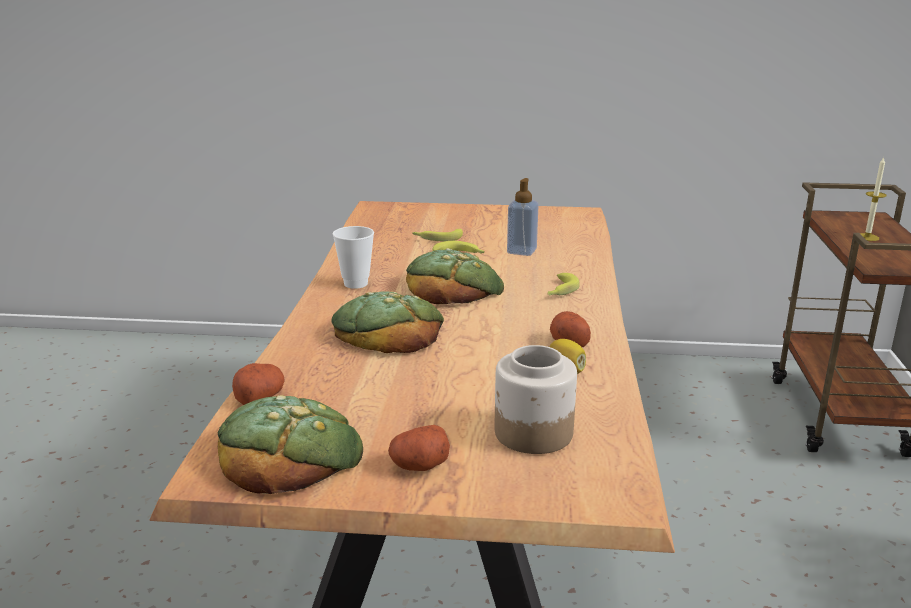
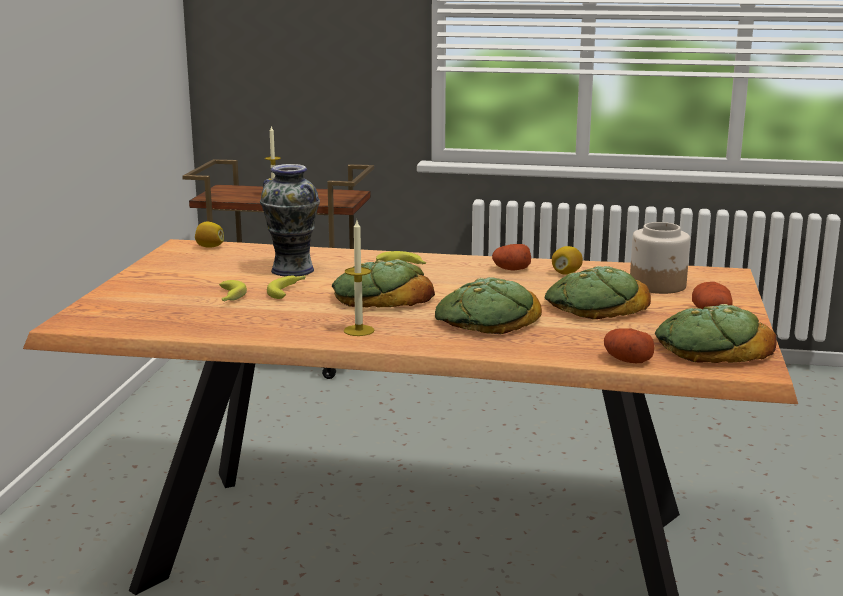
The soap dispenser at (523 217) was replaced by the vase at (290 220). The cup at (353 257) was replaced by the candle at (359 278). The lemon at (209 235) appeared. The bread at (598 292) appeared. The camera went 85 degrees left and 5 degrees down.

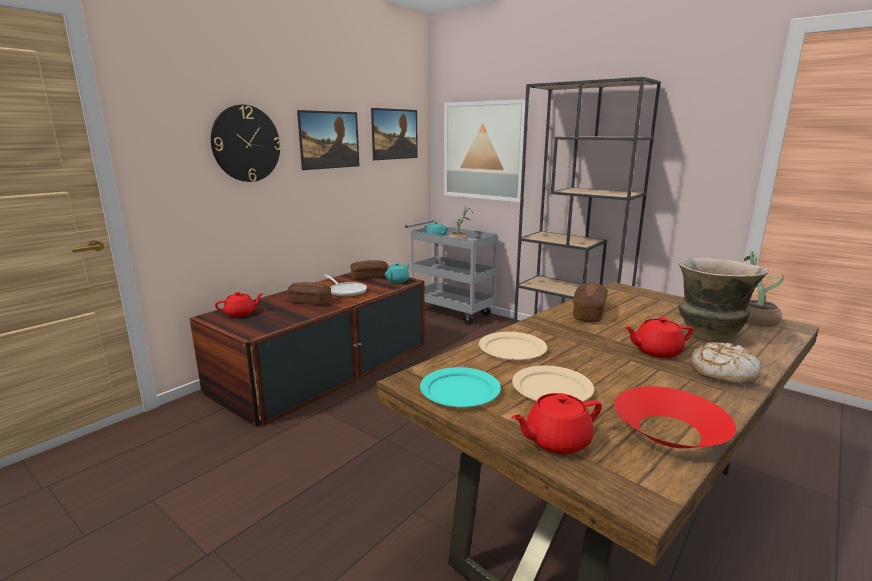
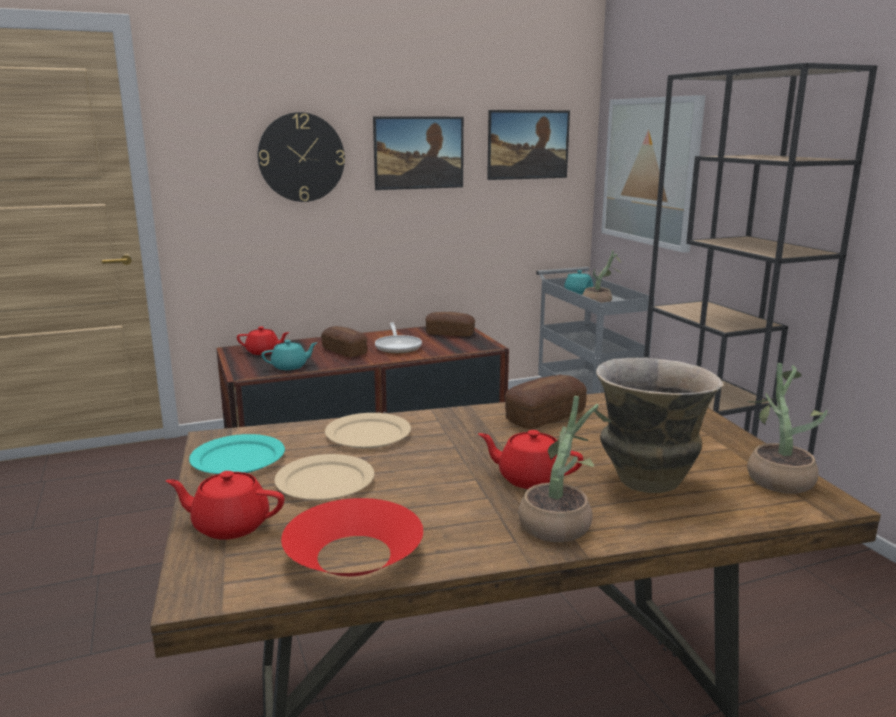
The turquoise teapot moved from (397 273) to (289 355). The bread at (725 363) was replaced by the potted plant at (564 469). The camera went 30 degrees right and 0 degrees up.

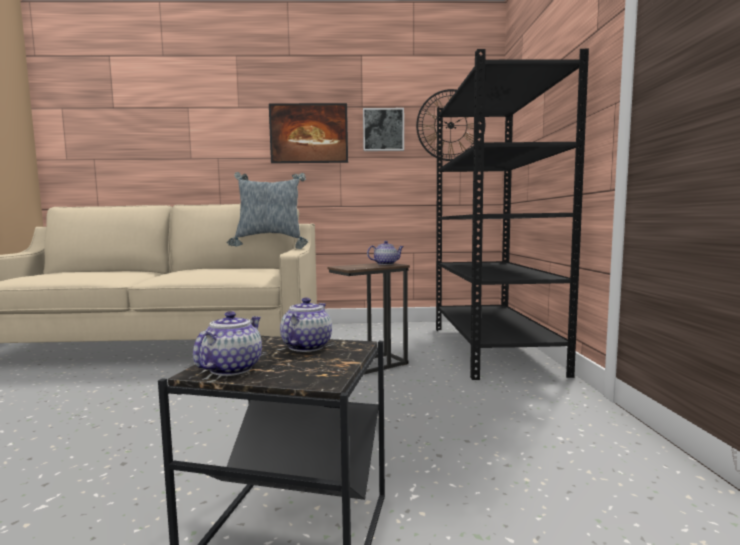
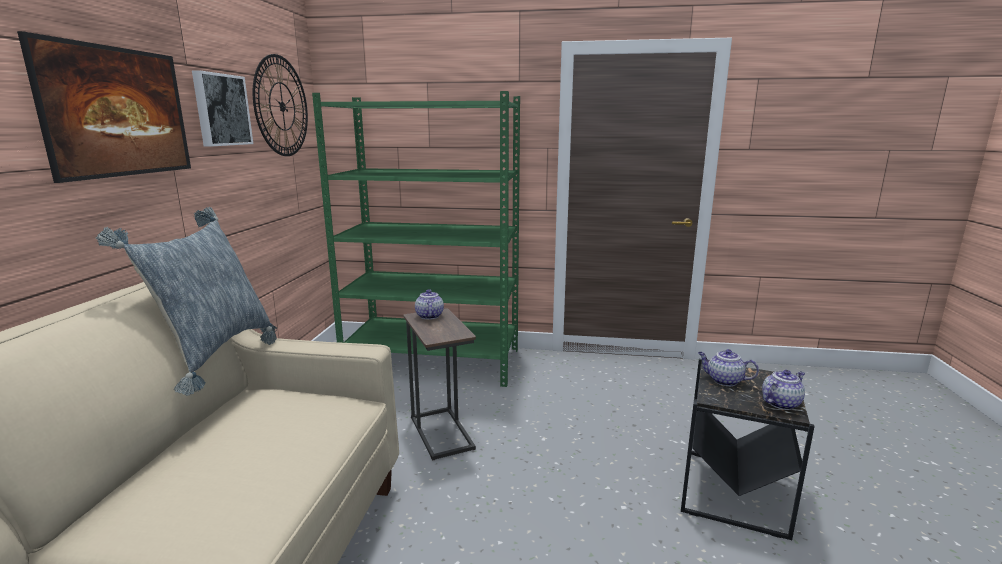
The black bookcase at (512 214) became the green bookcase at (416 239). The teapot at (227 343) turned 120 degrees clockwise. The camera went 80 degrees left and 10 degrees up.

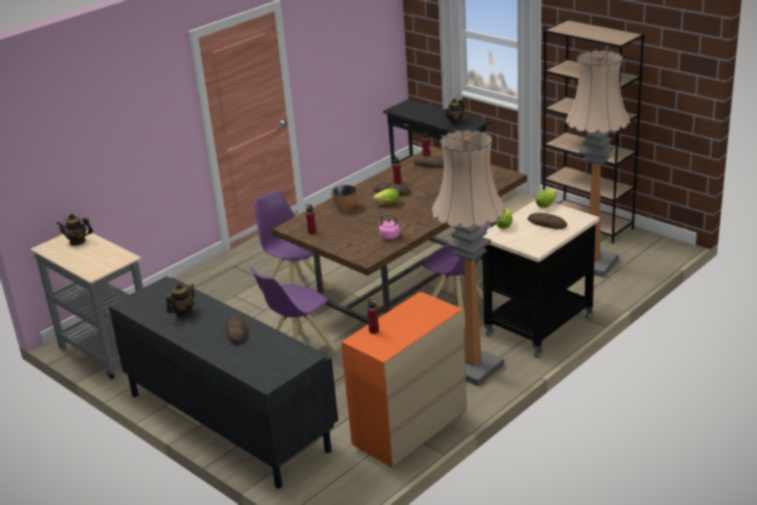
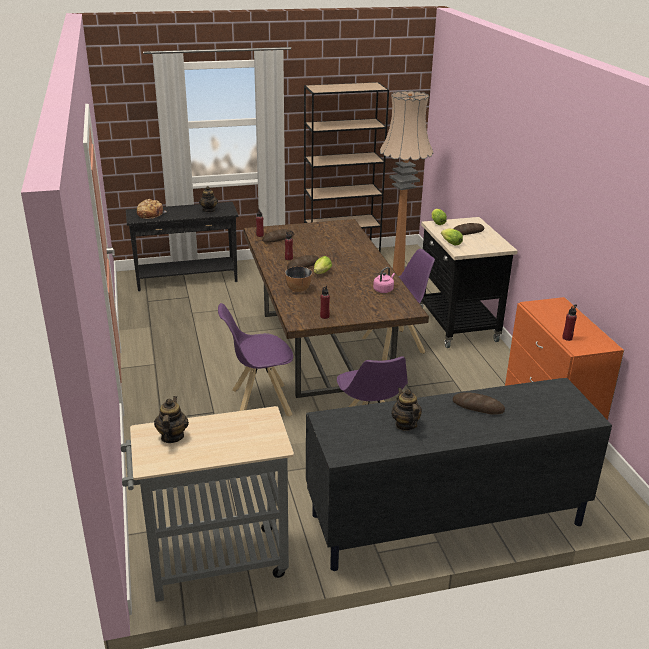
The floor lamp at (469 257) disappeared. The teapot at (74 229) turned 150 degrees clockwise. The bread at (152 209) appeared. The camera went 60 degrees left and 0 degrees up.

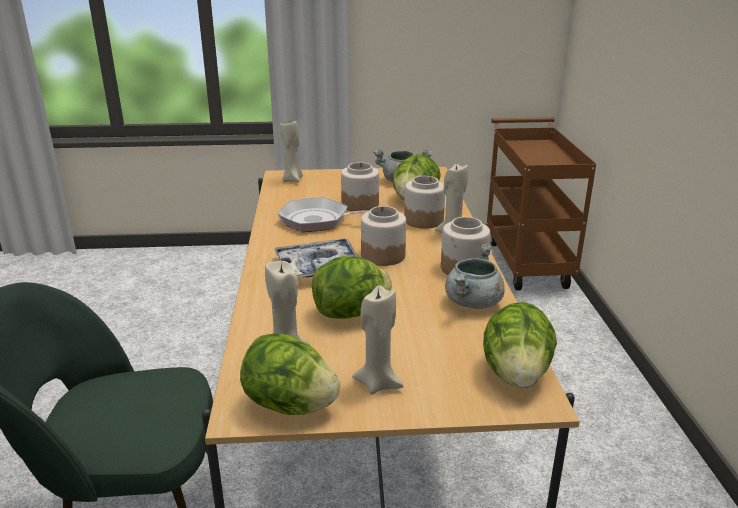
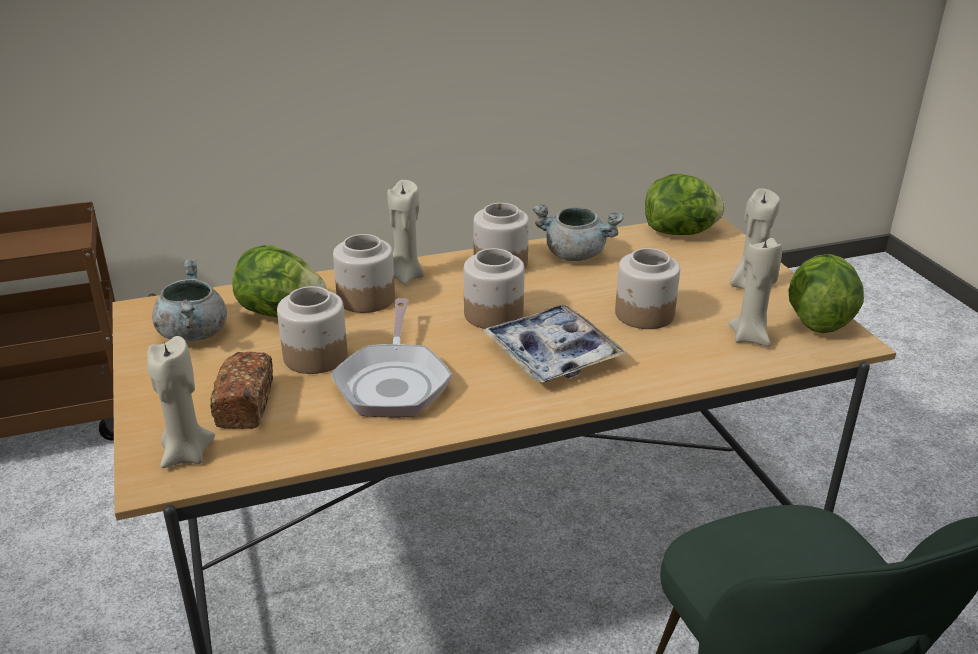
The lettuce at (352 287) was replaced by the jar at (647 288). The bread at (241 390) appeared. The camera went 105 degrees left and 5 degrees up.

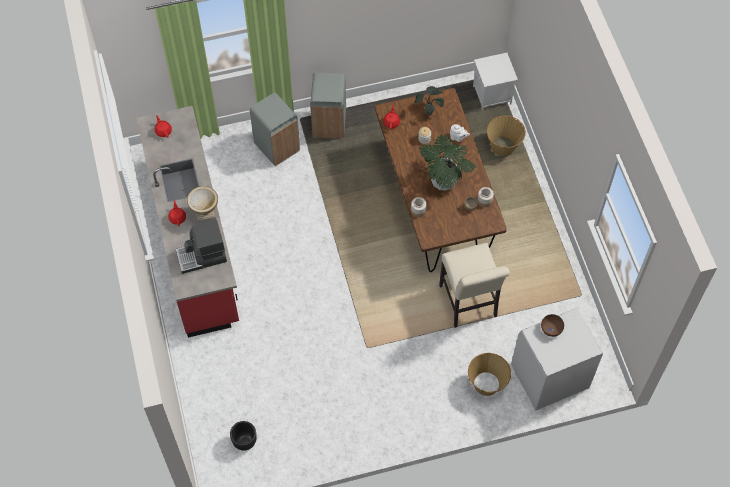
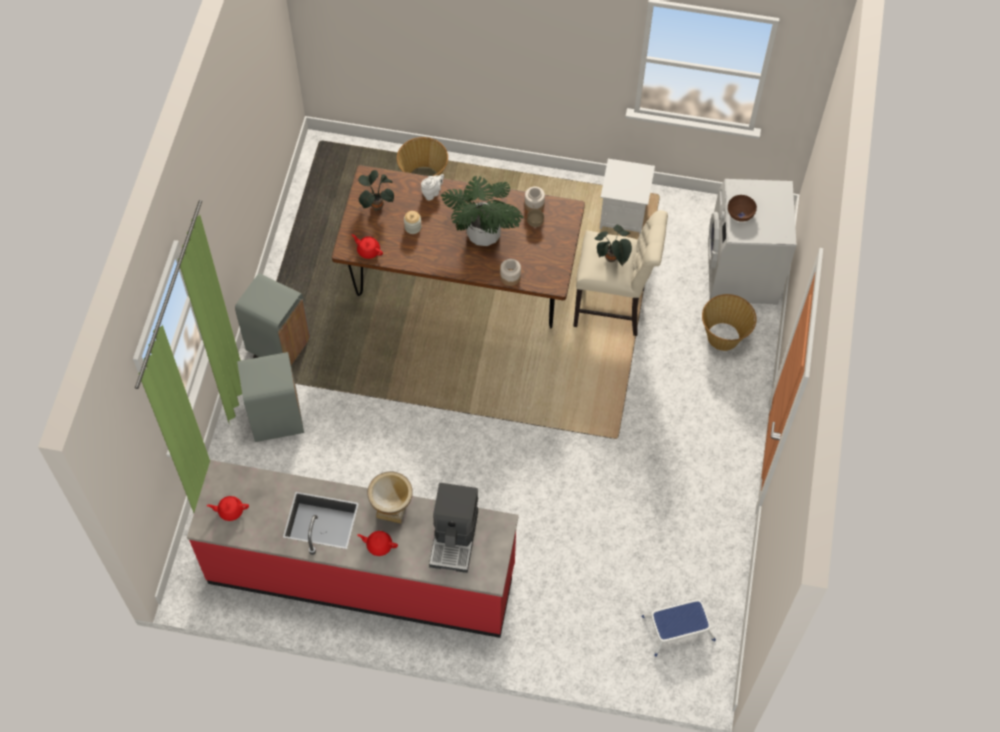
The grey nightstand moved from (495 81) to (627 197). The black planter at (243 436) was replaced by the blue step ladder at (679 628). The potted plant at (613 245) appeared. The camera went 65 degrees left and 0 degrees up.

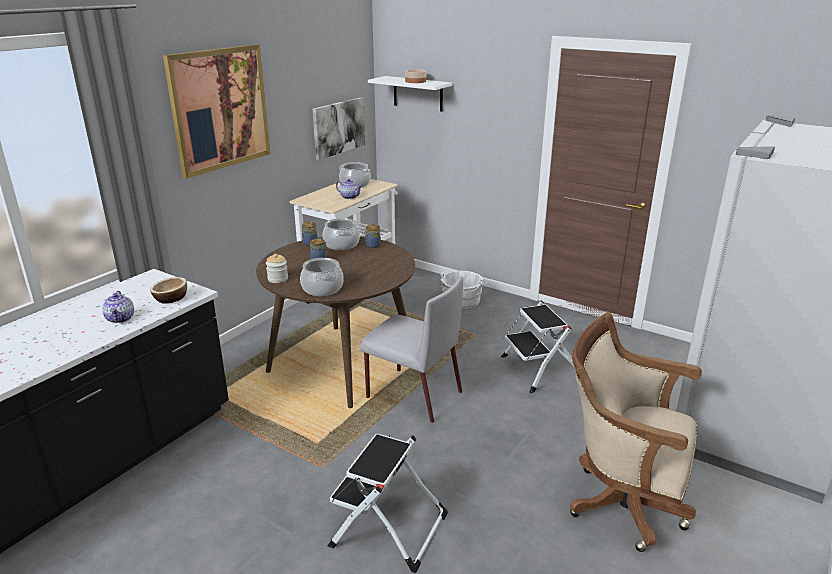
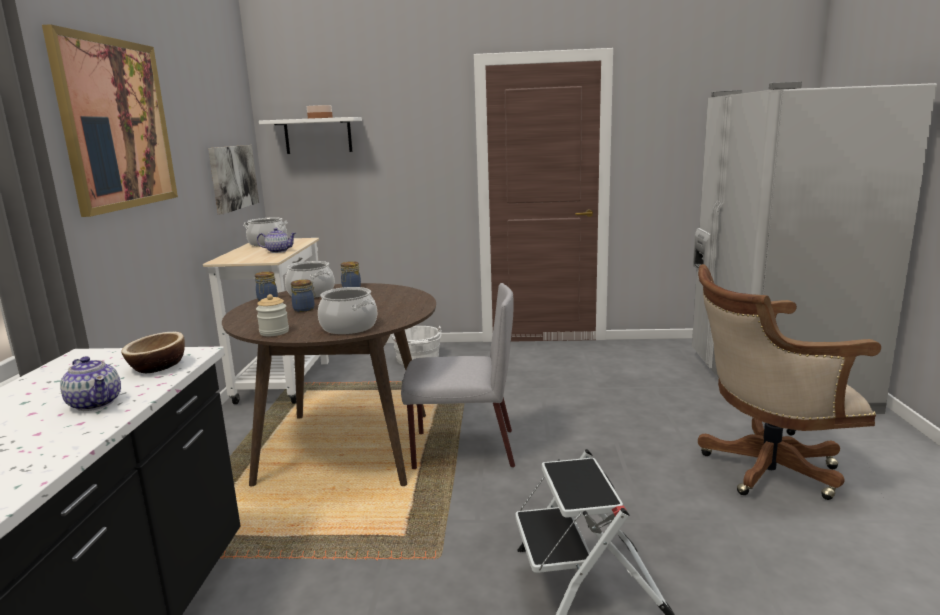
The step ladder at (538 346) disappeared. The camera went 30 degrees left and 10 degrees down.

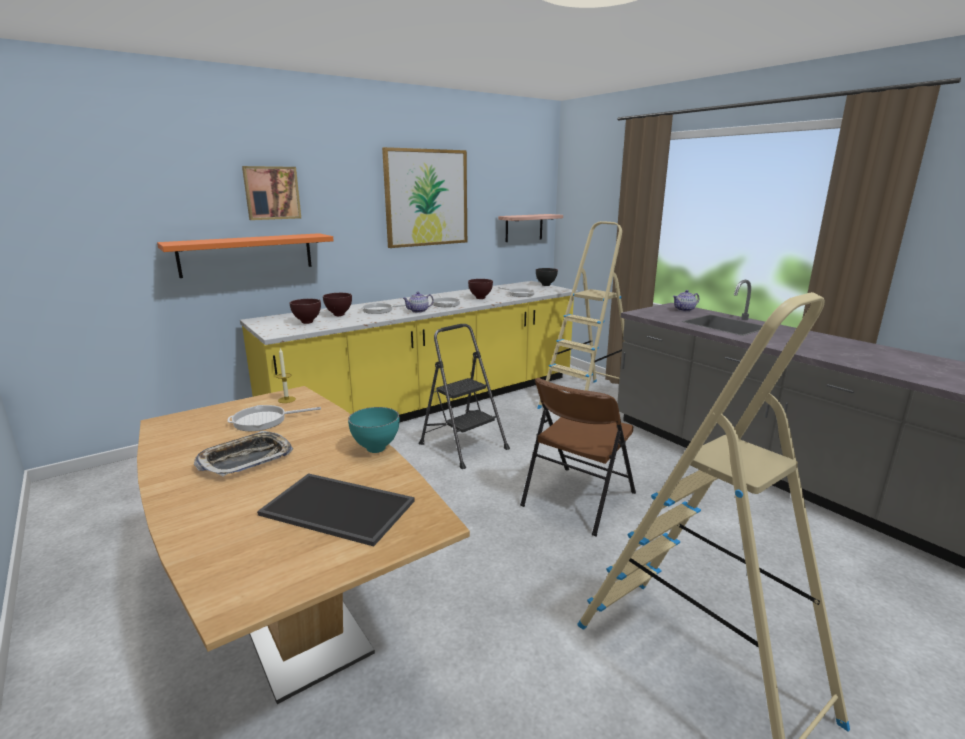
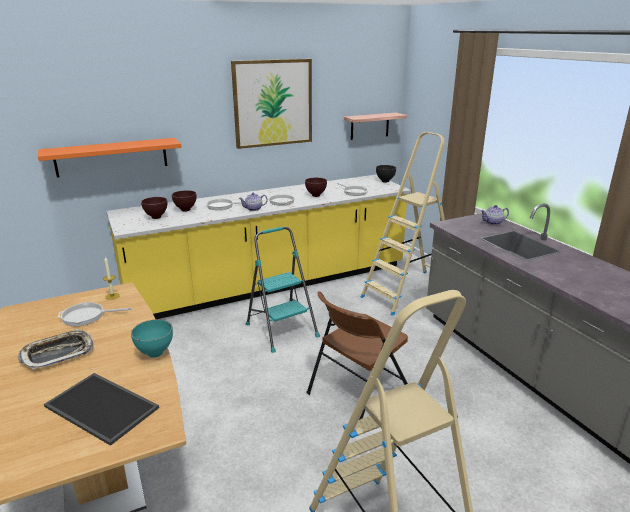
The picture at (271 193) disappeared. The black step ladder at (464 396) became the turquoise step ladder at (282 290). The camera went 10 degrees right and 5 degrees up.

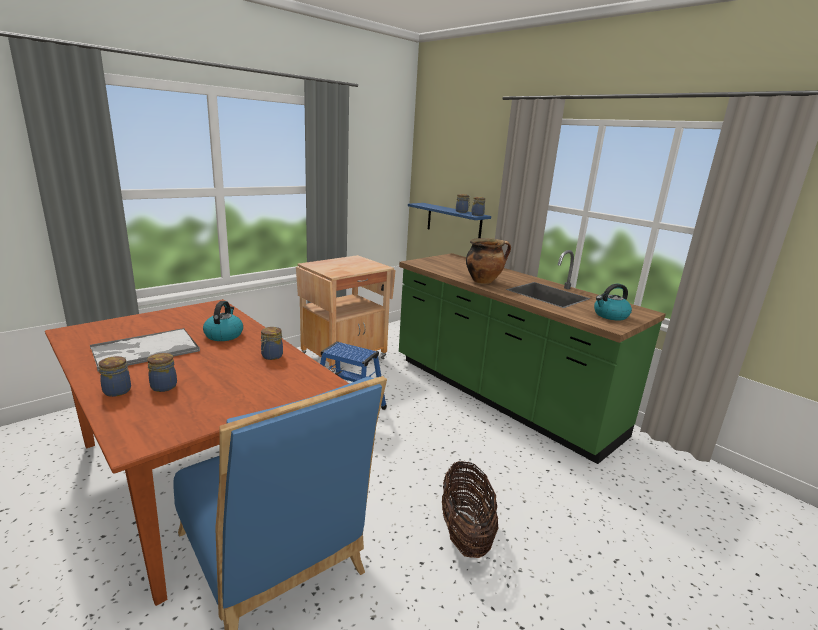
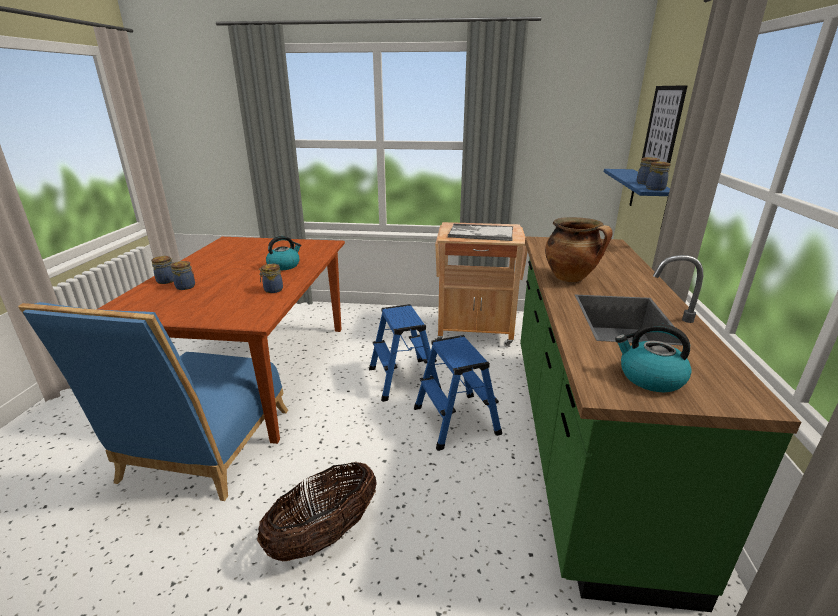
The tray moved from (145 350) to (480 232). The picture at (664 124) appeared. The blue step ladder at (458 393) appeared. The camera went 50 degrees right and 5 degrees up.

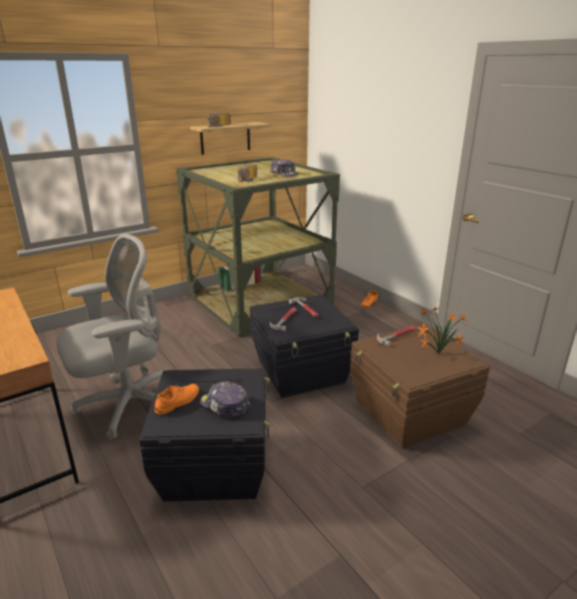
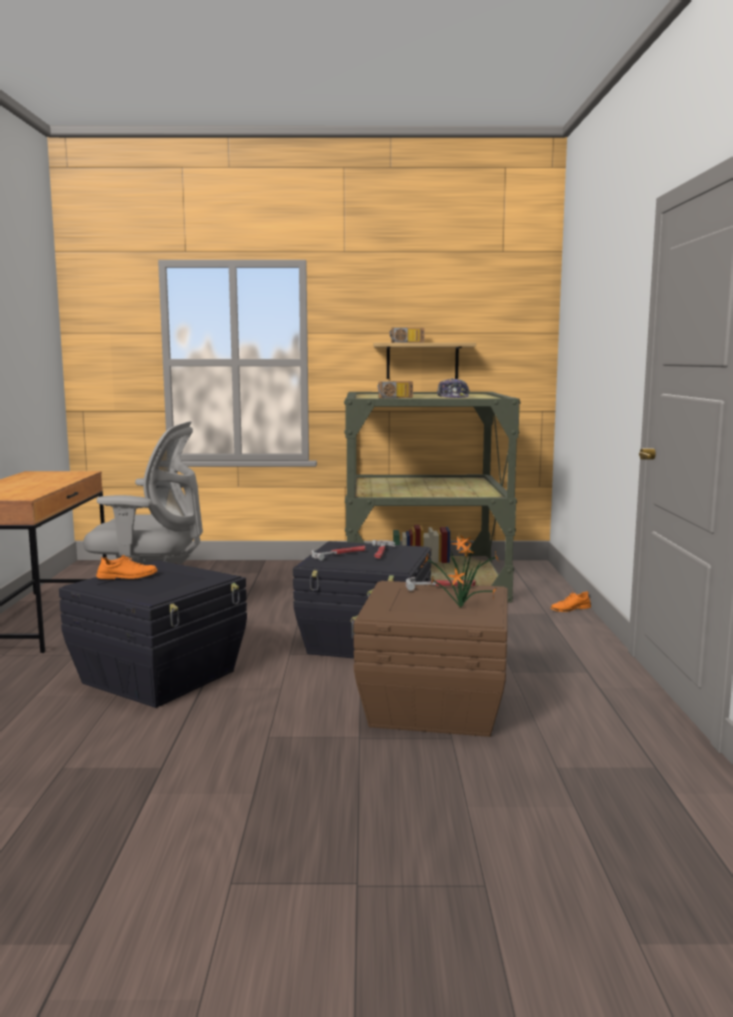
The cap at (225 399) disappeared. The camera went 35 degrees right and 15 degrees down.

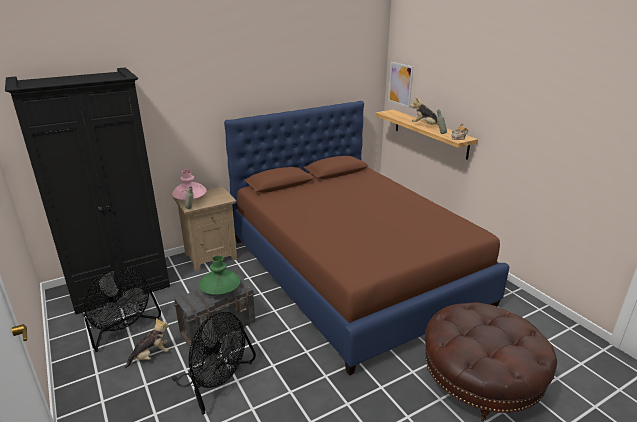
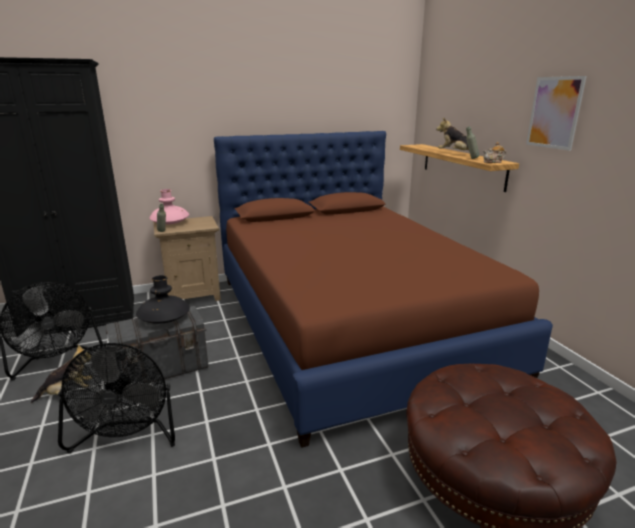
The picture moved from (400 85) to (556 113). The green vase at (220 275) became the black vase at (163 299). The black fan at (213 363) turned 45 degrees clockwise. The camera went 10 degrees right and 5 degrees down.

